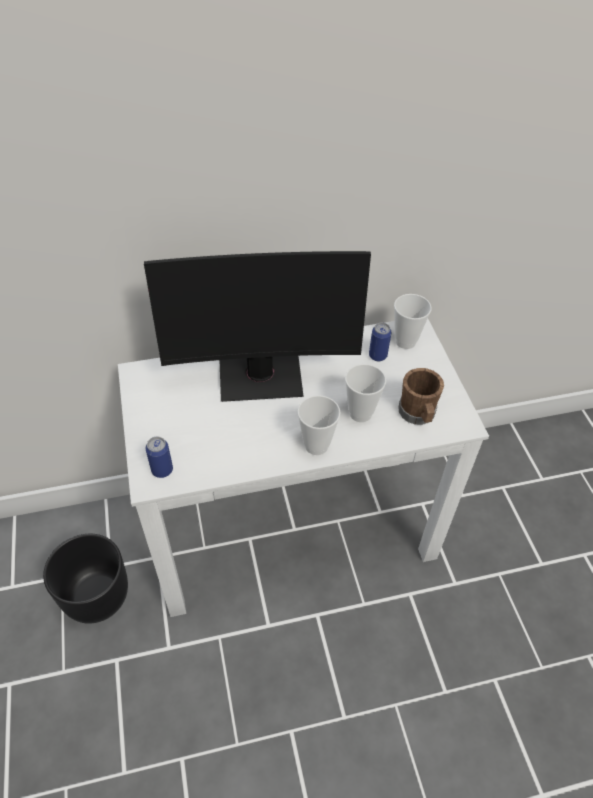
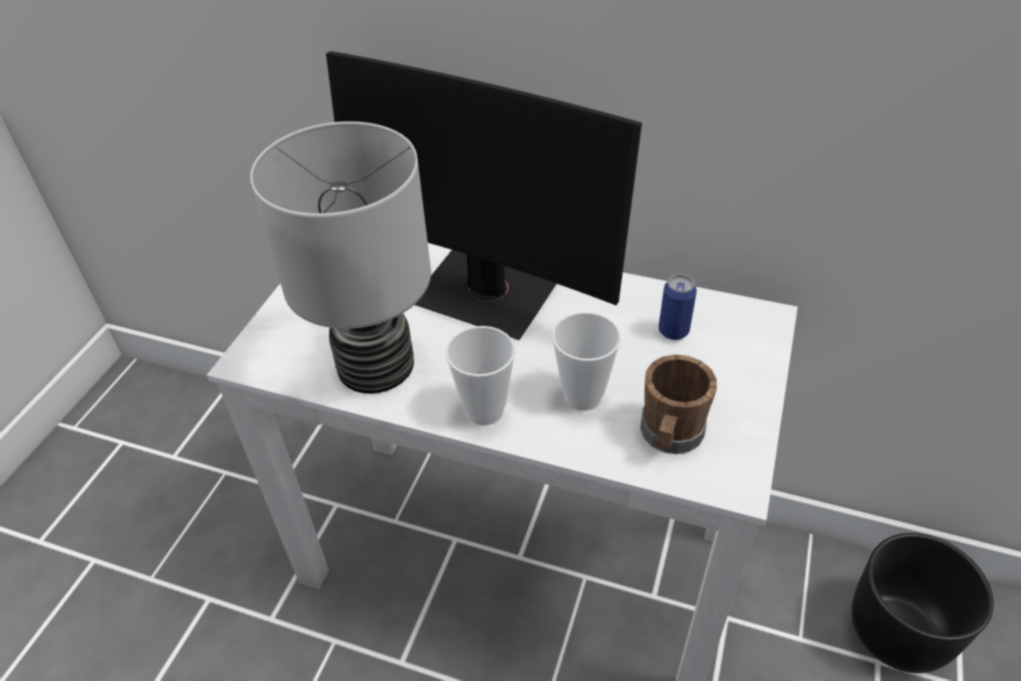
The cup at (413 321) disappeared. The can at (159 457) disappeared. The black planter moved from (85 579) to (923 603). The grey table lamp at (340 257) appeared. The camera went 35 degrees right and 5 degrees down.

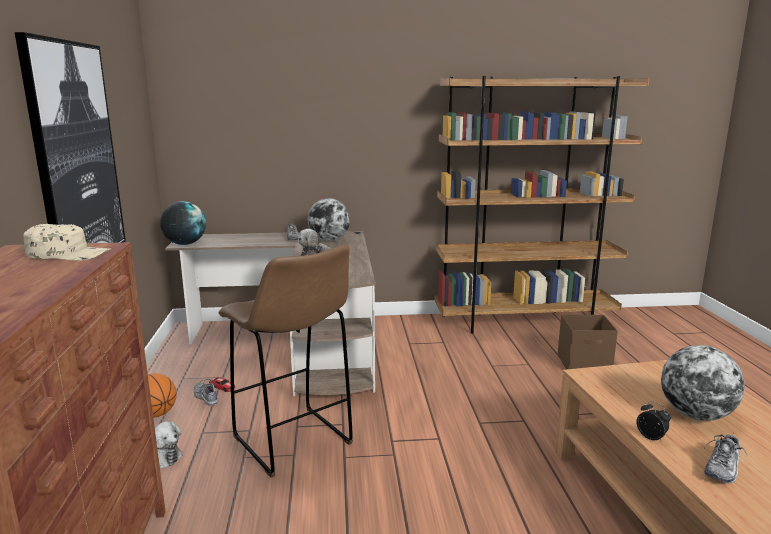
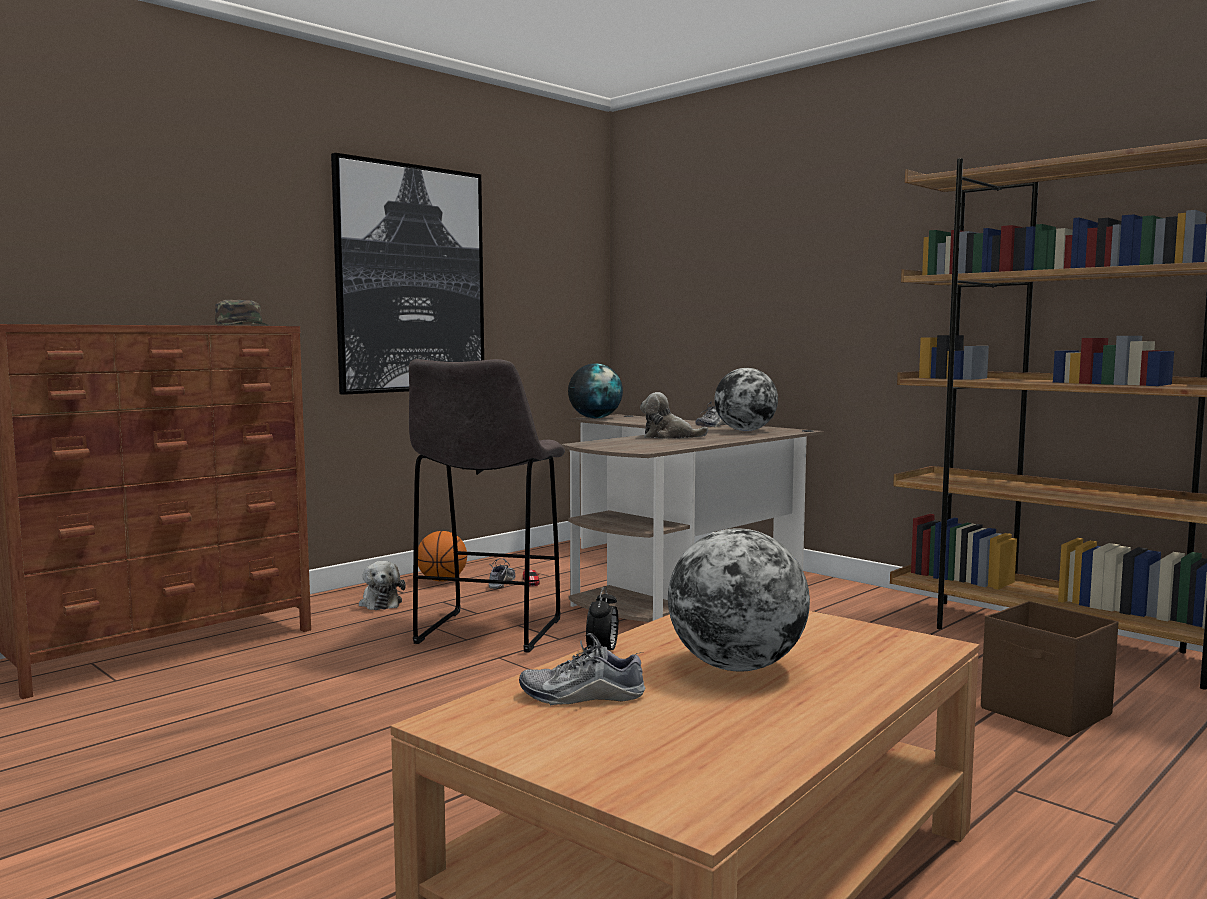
The beige cap at (66 242) became the green cap at (241 312). The brown stool at (285 361) became the grey stool at (487 506). The camera went 50 degrees right and 10 degrees down.

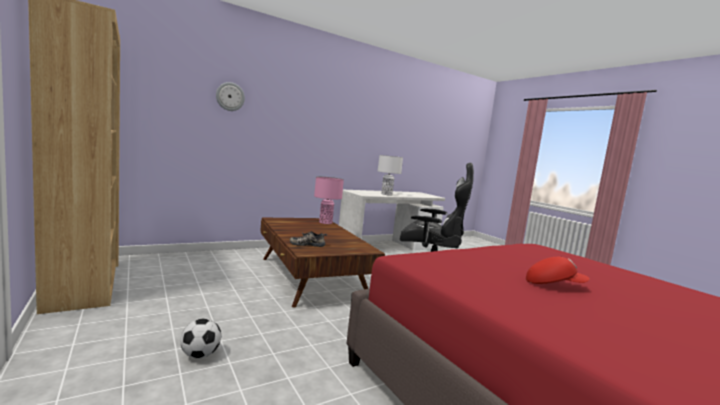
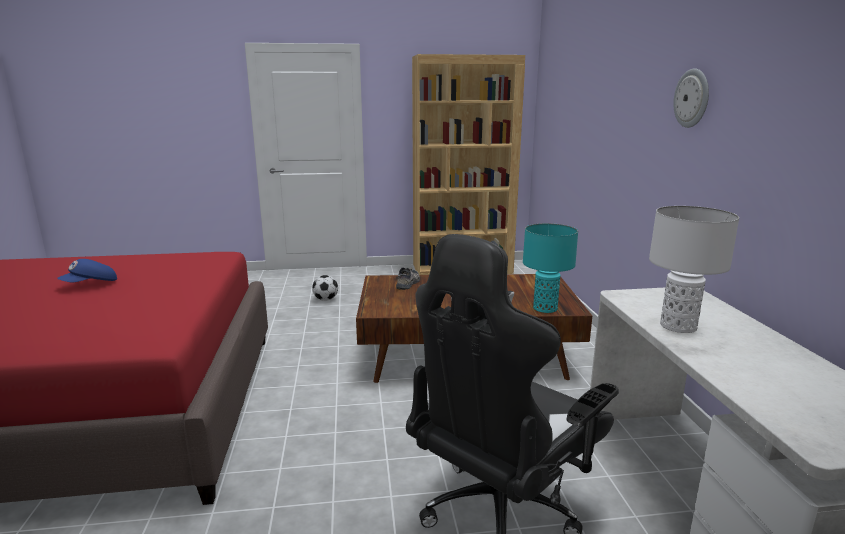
The wall clock moved from (230 96) to (691 98). The pink table lamp at (329 200) became the turquoise table lamp at (550 268). The red cap at (558 270) became the blue cap at (87 270). The camera went 115 degrees right and 10 degrees up.

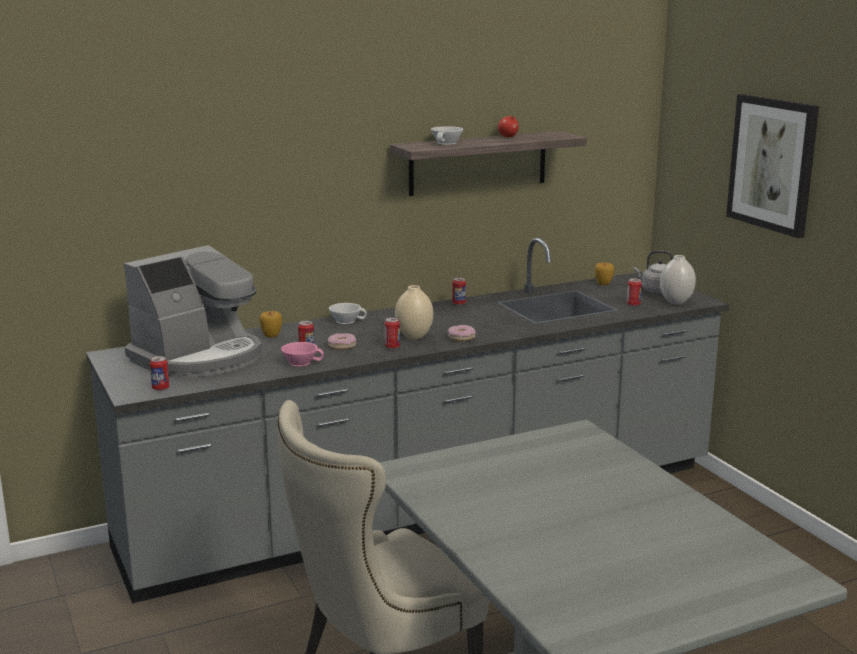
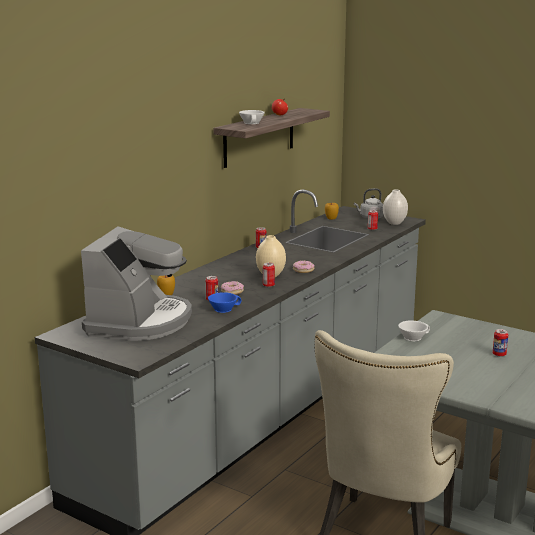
The picture at (772 166) disappeared. The white cup moved from (348 313) to (414 331). The pink cup at (302 354) became the blue cup at (225 302). The can moved from (159 373) to (500 343). The camera went 30 degrees left and 0 degrees up.

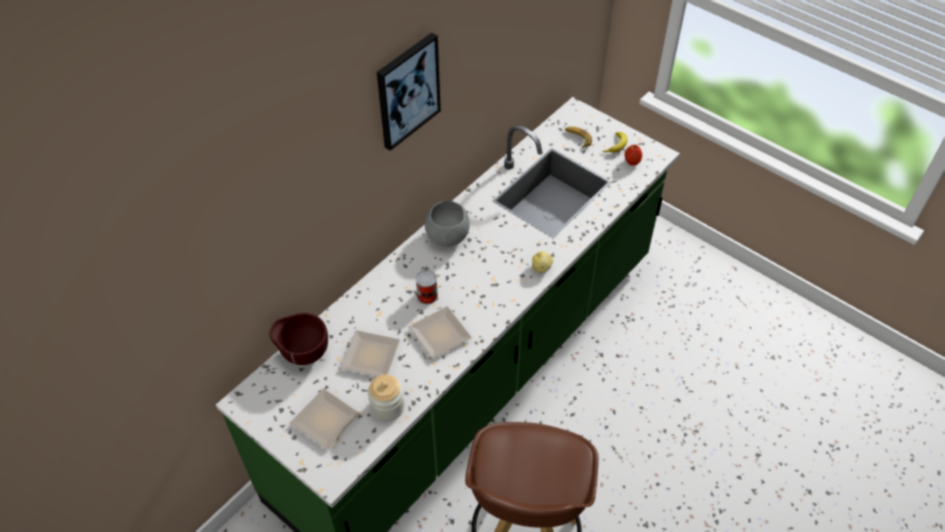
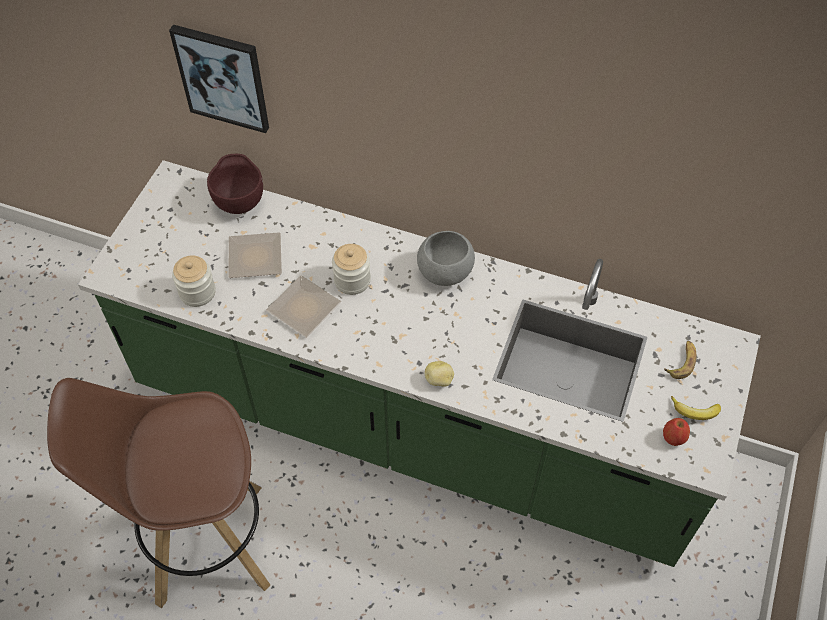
The picture moved from (409 92) to (219 79). The can at (427 287) was replaced by the jar at (351 269). The plate at (325 418) disappeared. The camera went 70 degrees right and 5 degrees up.

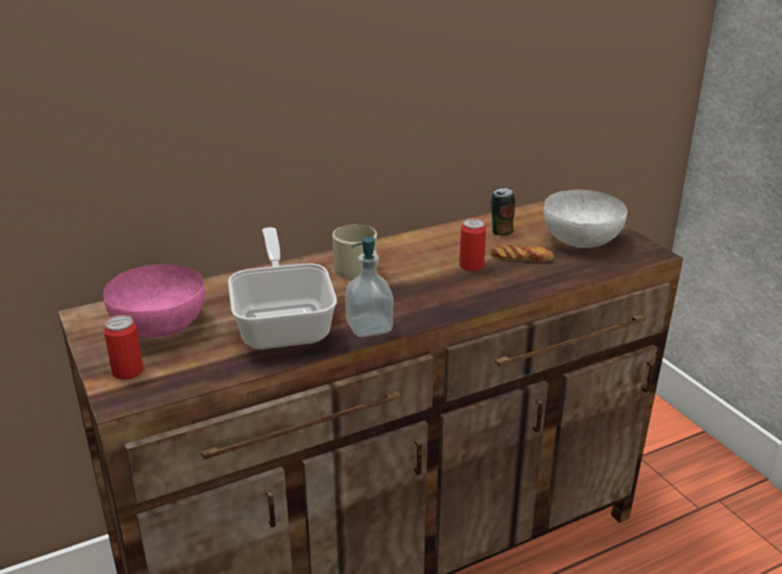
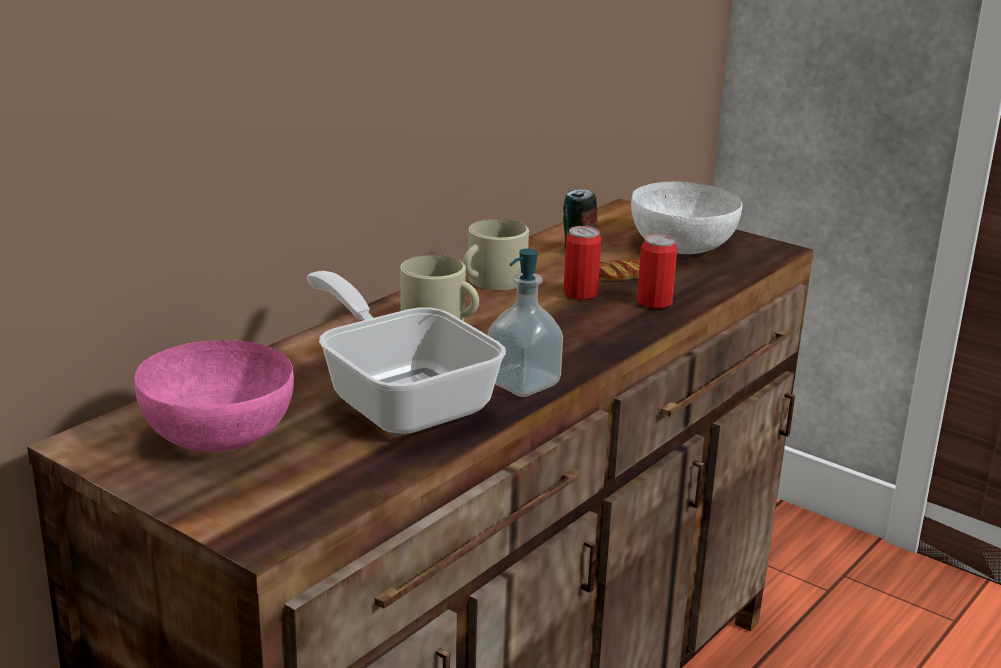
The can moved from (123 347) to (657 271). The beige mug at (496 254) appeared. The camera went 25 degrees left and 5 degrees down.

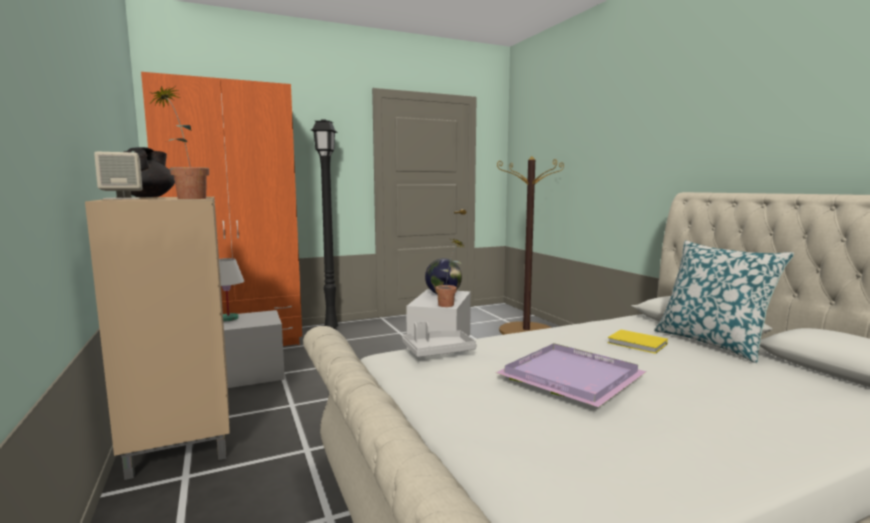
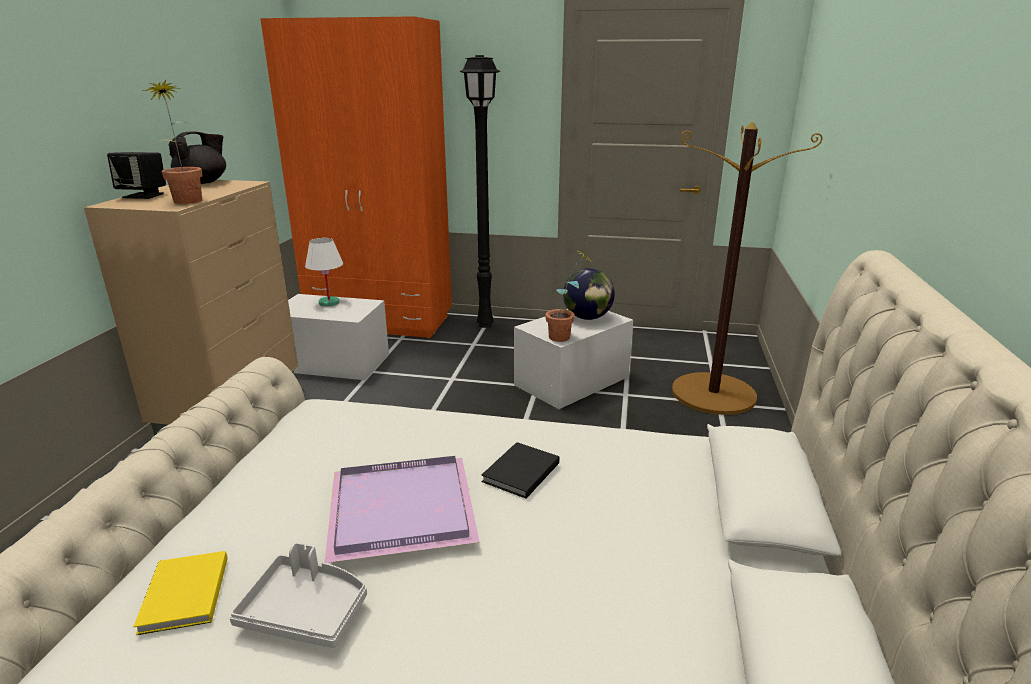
The beige speaker at (118 176) became the black speaker at (136 175). The pillow at (724 302) disappeared. The grey tray moved from (439 339) to (298 595). The yellow book moved from (637 342) to (180 593). The black book at (520 470) appeared. The camera went 35 degrees right and 15 degrees up.

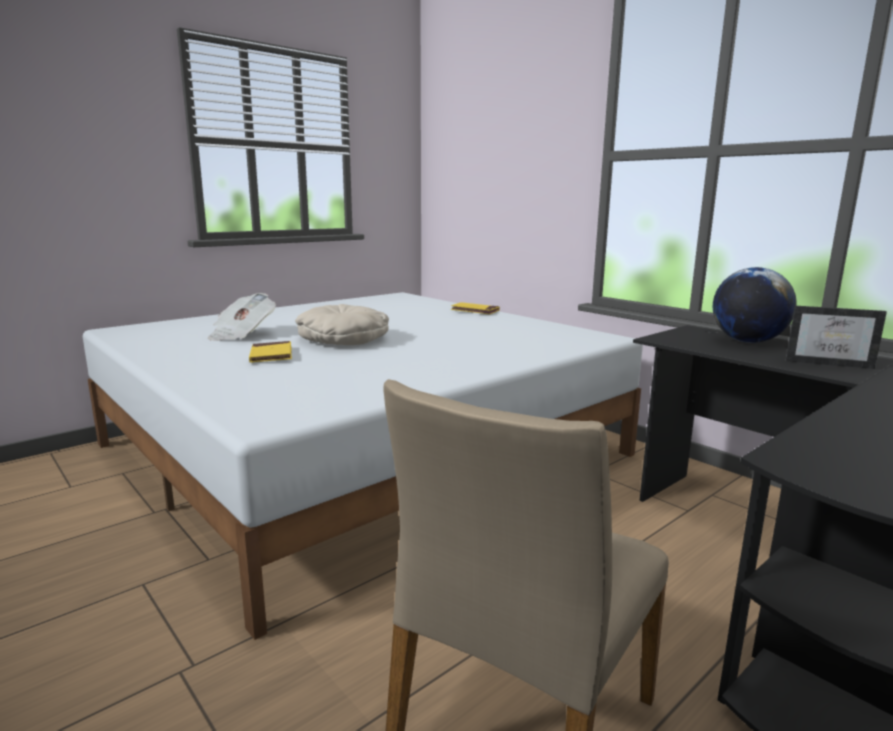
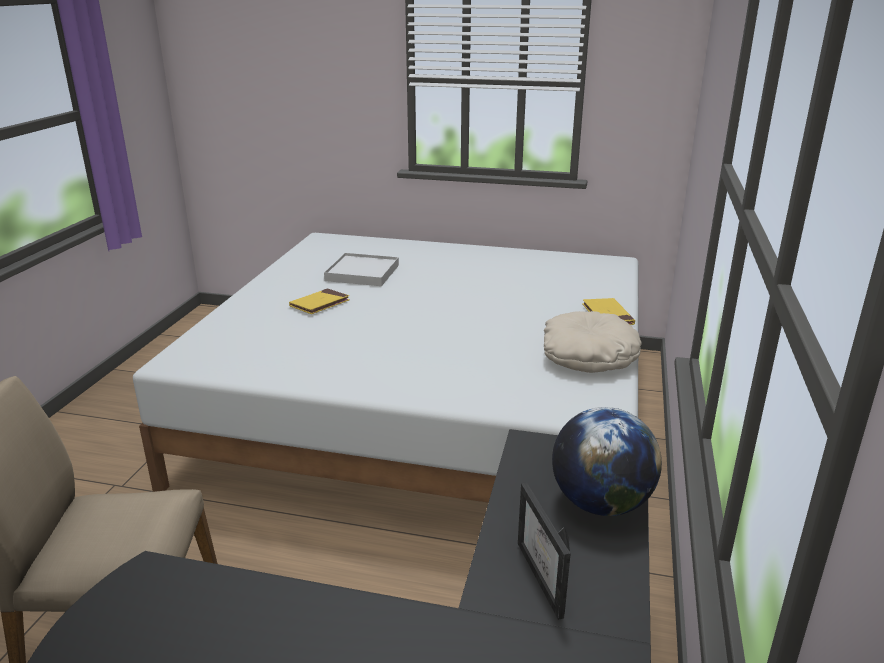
The newspaper at (242 317) was replaced by the white tray at (361 269). The beige pillow moved from (342 324) to (593 342). The camera went 55 degrees right and 10 degrees up.

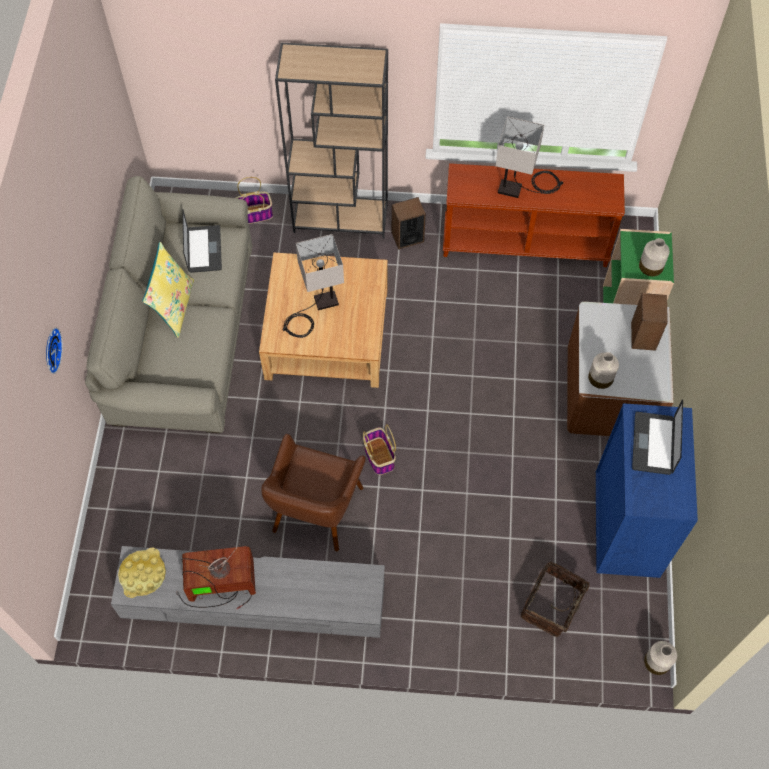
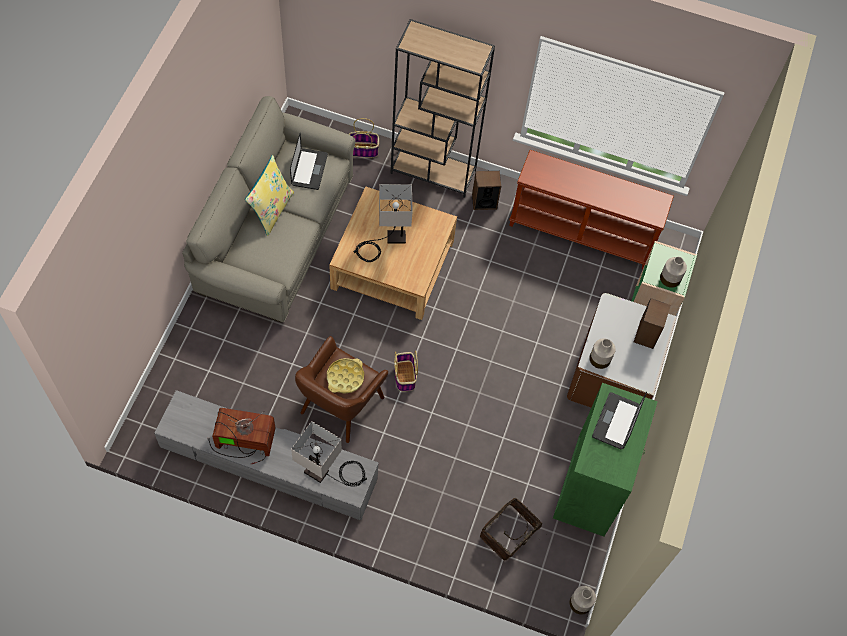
The table lamp moved from (529 157) to (329 454). The wall clock at (54 351) disappeared. The blue cabinet at (647 490) became the green cabinet at (605 459). The yellow tray moved from (142 573) to (345 376). The camera went 10 degrees right and 0 degrees up.

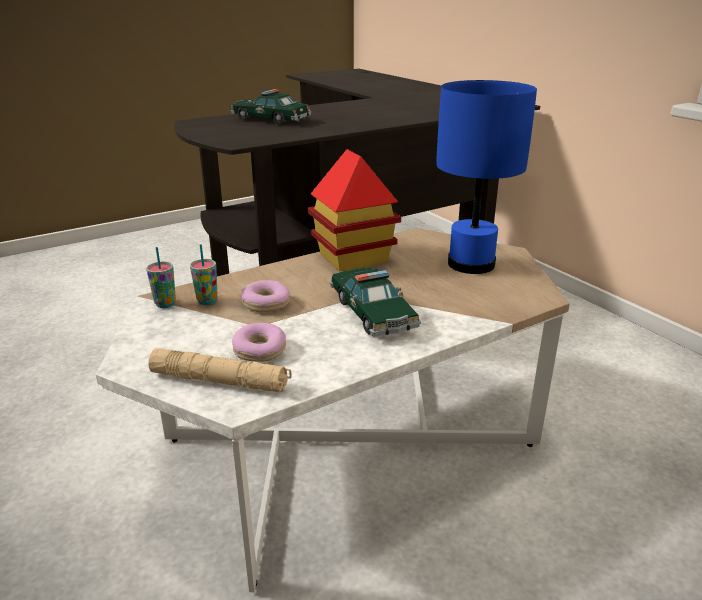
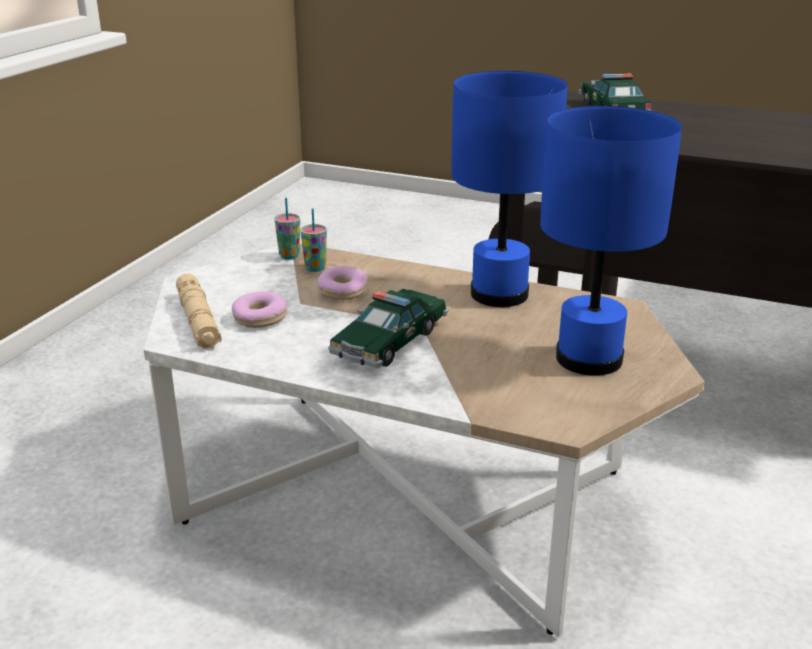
The toy house at (354 210) was replaced by the blue table lamp at (509 189). The camera went 55 degrees right and 0 degrees up.

